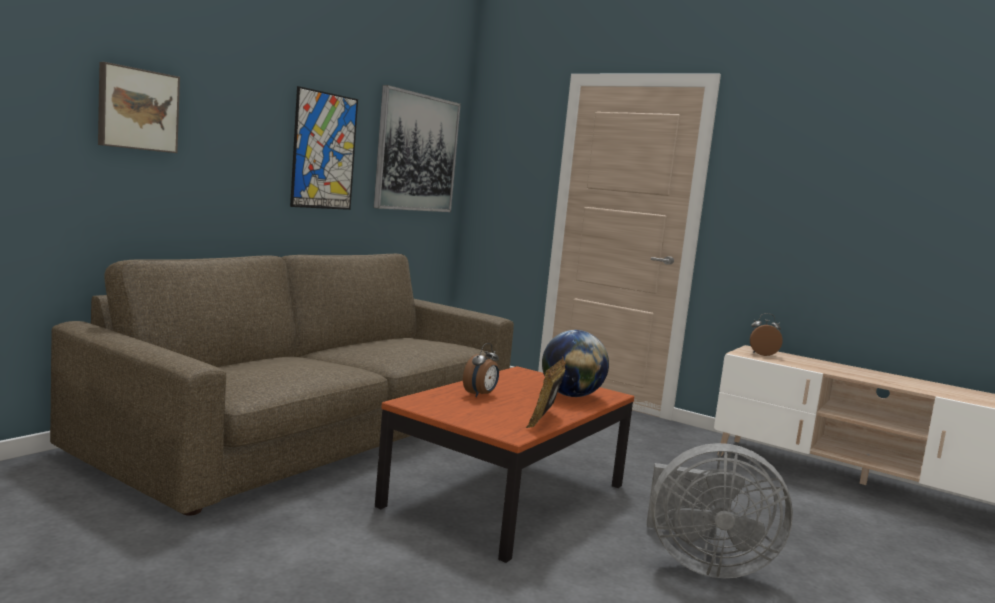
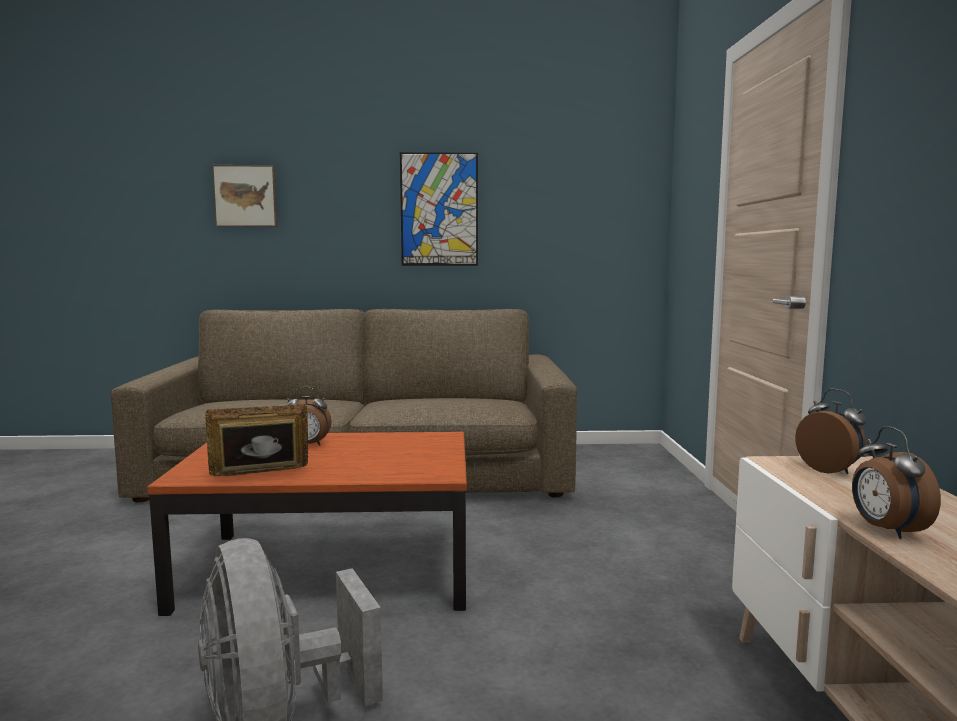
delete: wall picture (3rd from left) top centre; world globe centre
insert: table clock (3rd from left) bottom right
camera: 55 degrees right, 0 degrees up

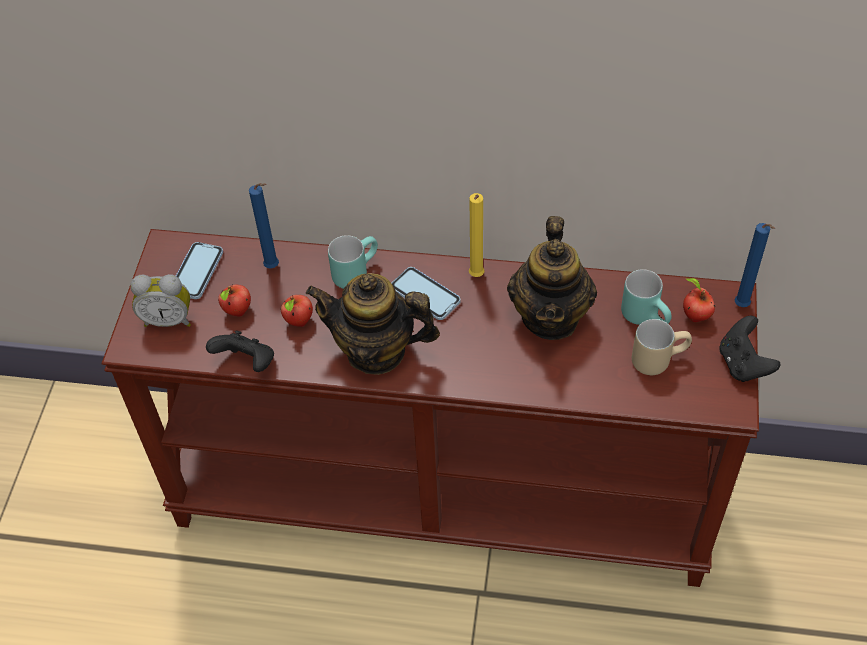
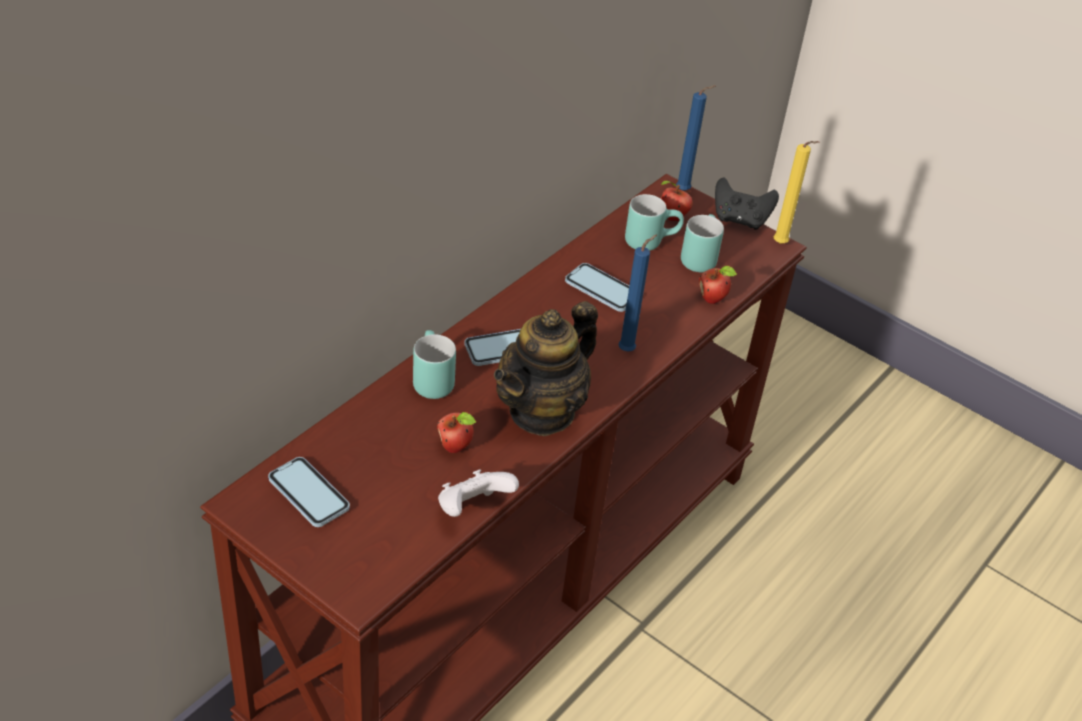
delete: table clock middle left
move: apple fruit (1st from left in the first image) middle left to apple fruit (3rd from left) centre; wax candle in blue-coloured (1st from left) middle left to centre; wax candle in yellowish centre to top right
replace: tea pot (2nd from left) centre to phone (3rd from left) centre
recolor: game controller in black (1st from left) middle left to game controller in white-coloured bottom centre; tea mug in sand-coloured middle right to tea mug in blue-green (3rd from left) centre
camera: 65 degrees left, 10 degrees down

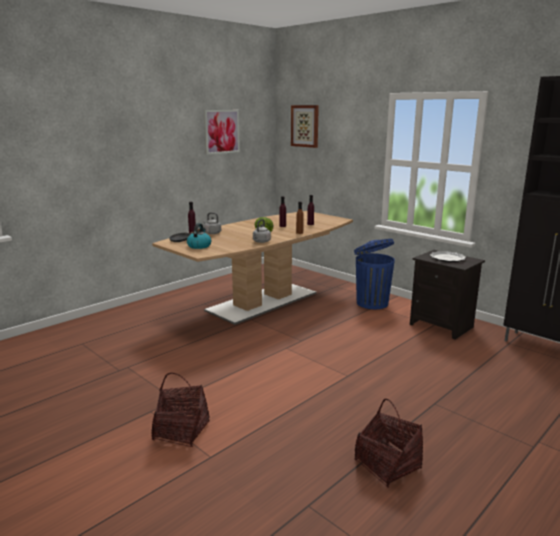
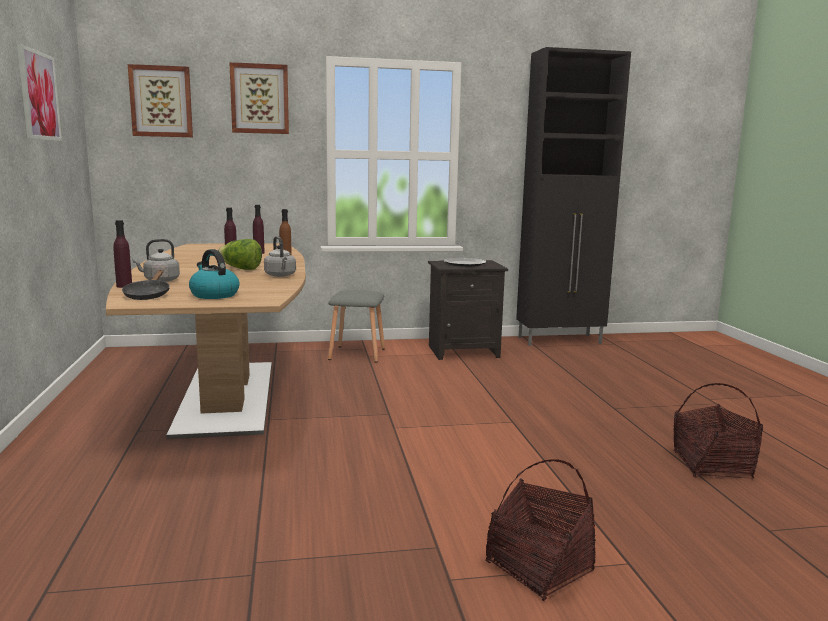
insert: wall picture (3rd from left) top left
replace: rubbish bin in blue-coloured middle right to sitting stool in greyish centre
camera: 55 degrees left, 5 degrees down

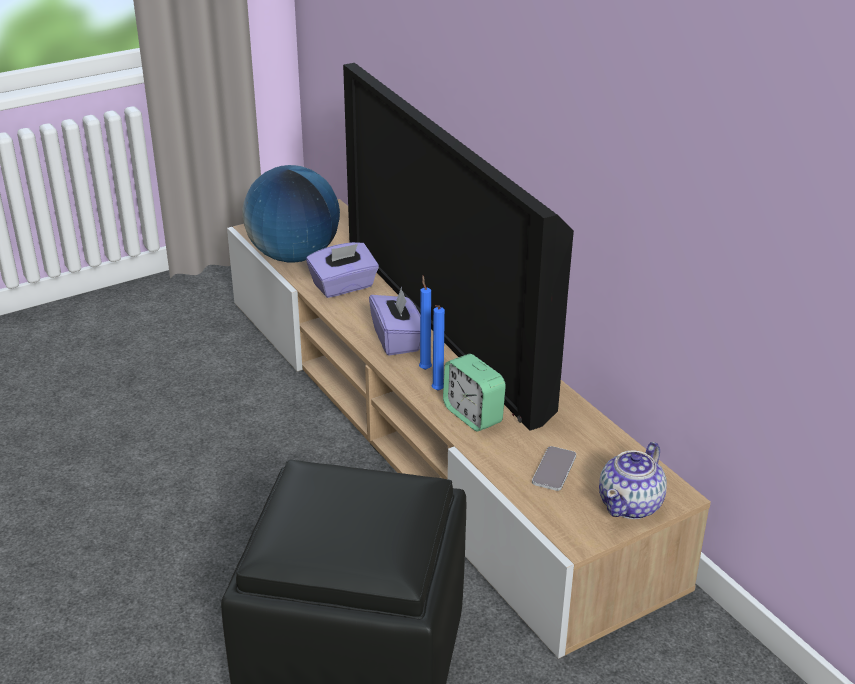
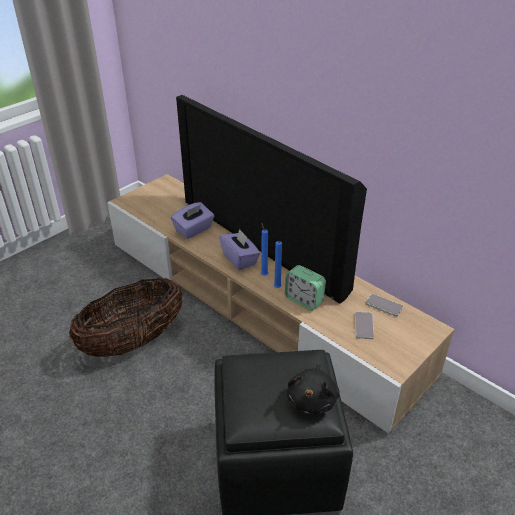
delete: world globe top centre; tea pot bottom right
insert: storage basket middle left; cuddly toy in black bottom centre; phone (2nd from left) middle right
camera: 15 degrees left, 5 degrees up

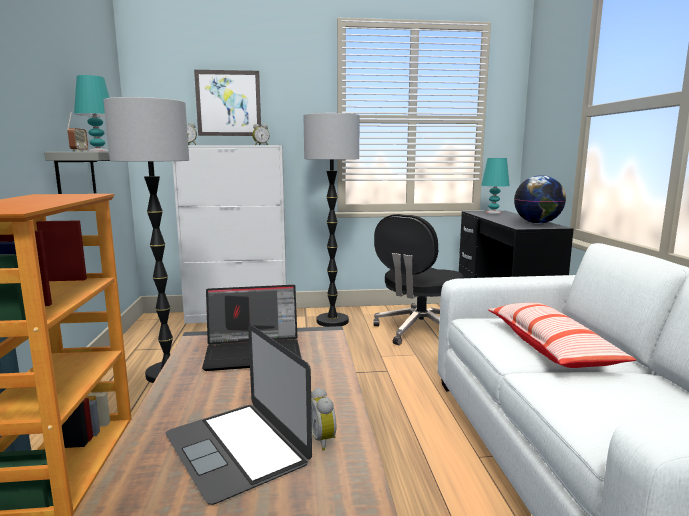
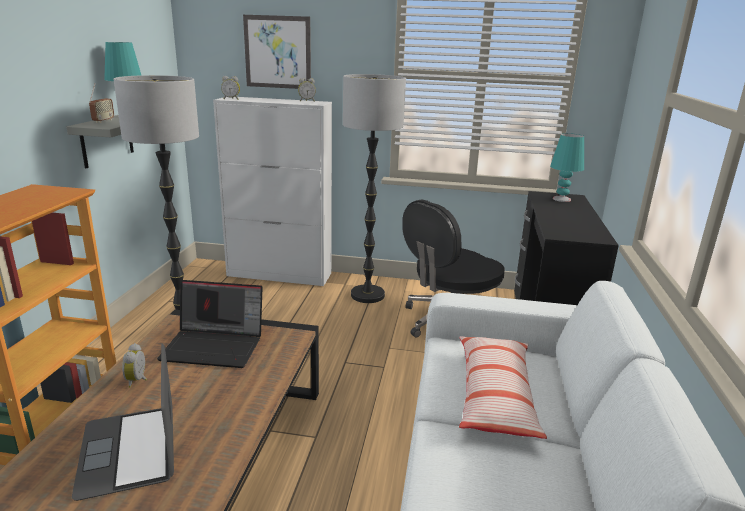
delete: world globe middle right
move: table clock (3rd from left in the first image) bottom centre to table clock (1st from left) bottom left
camera: 15 degrees right, 10 degrees up

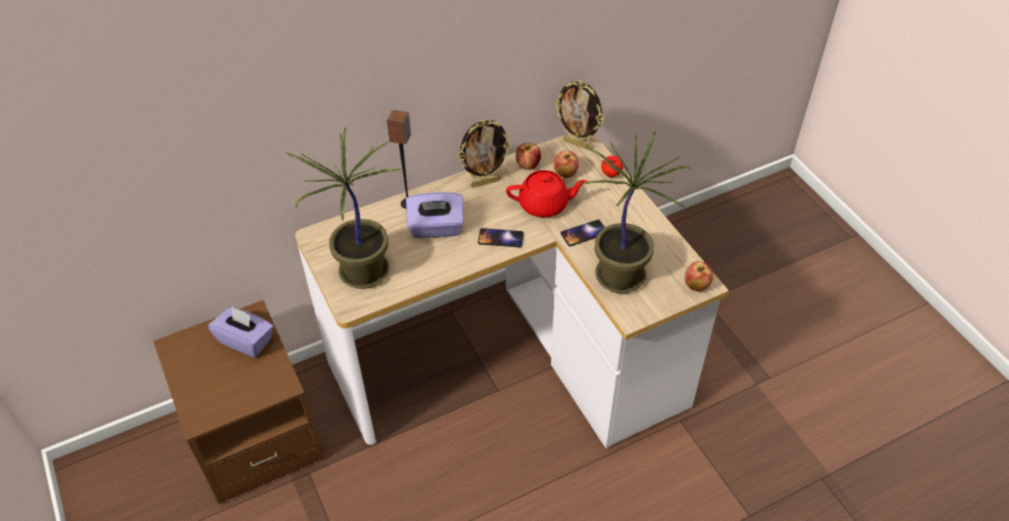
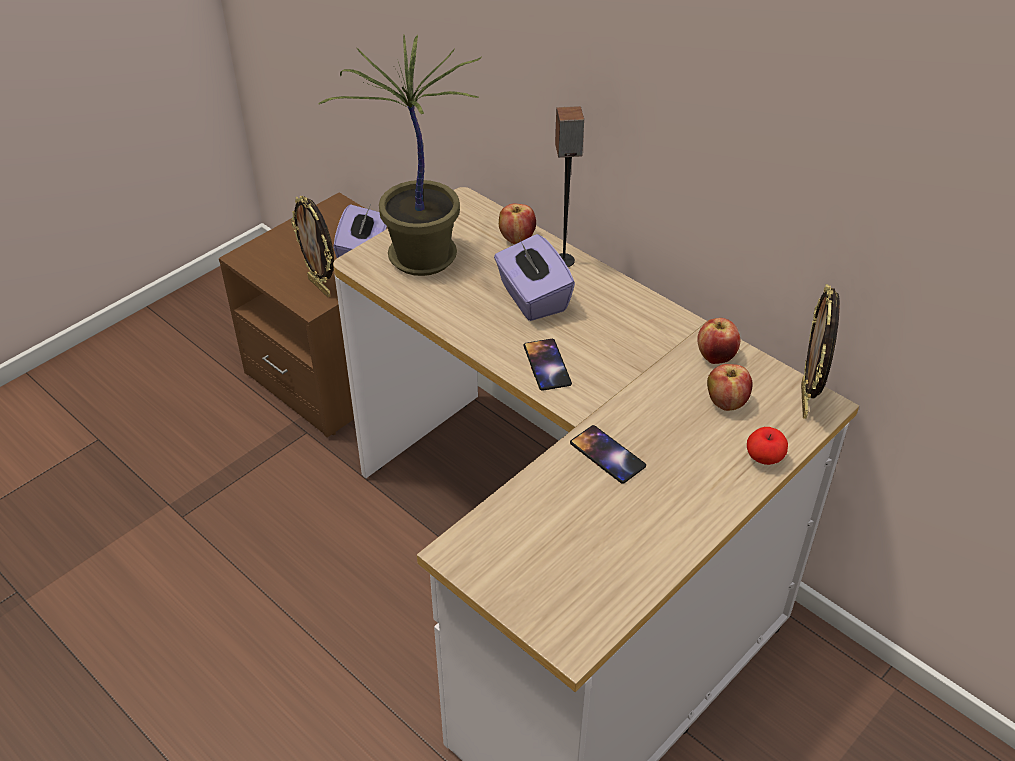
delete: tea pot in red centre; plant in a pot (2nd from left) centre
move: photo frame (1st from left) top centre to top left; apple fruit (4th from left in the first image) middle right to apple fruit (1st from left) top centre
camera: 70 degrees right, 5 degrees down

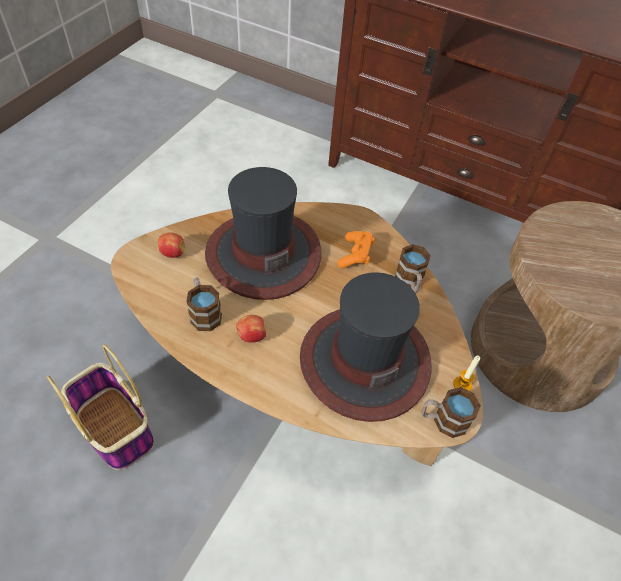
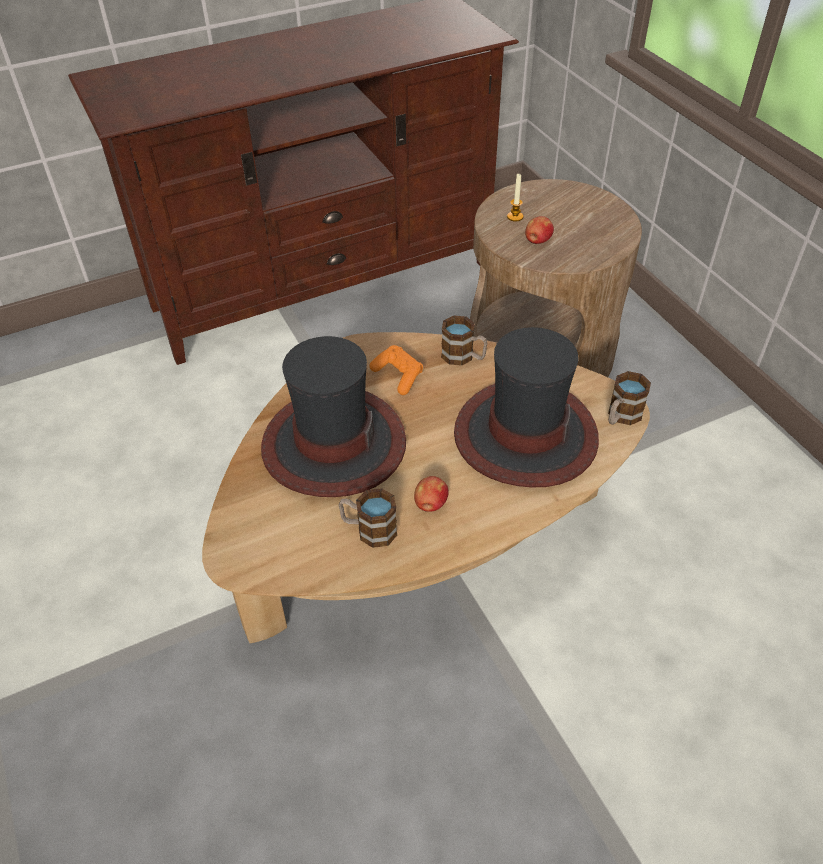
delete: storage basket bottom left
move: apple fruit (1st from left in the first image) middle left to apple fruit (2nd from left) top centre; wax candle middle right to top centre
camera: 50 degrees left, 5 degrees down

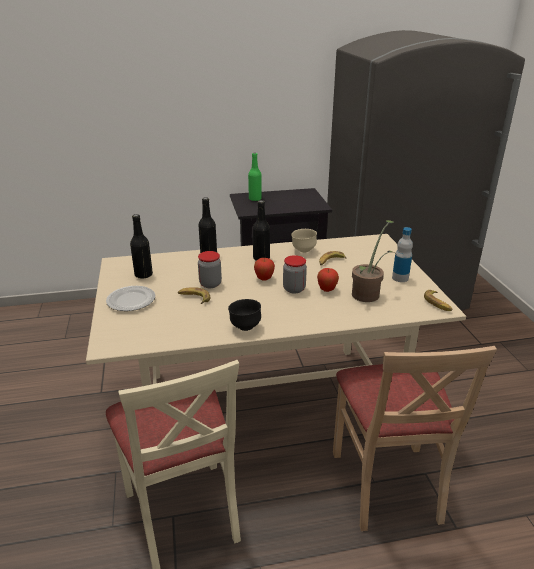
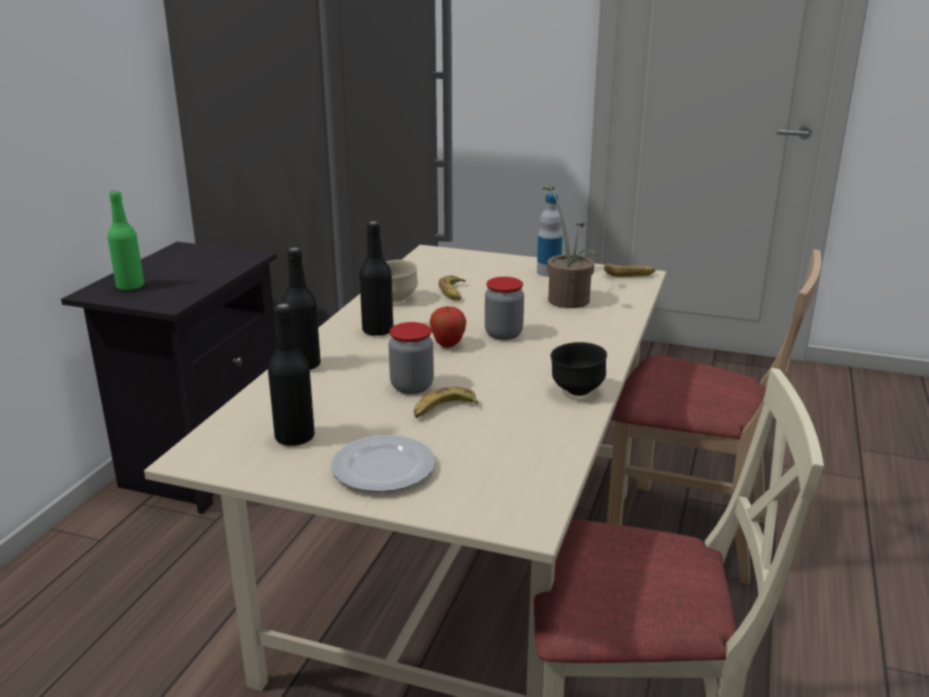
delete: apple fruit (2nd from left) centre
camera: 60 degrees left, 5 degrees down

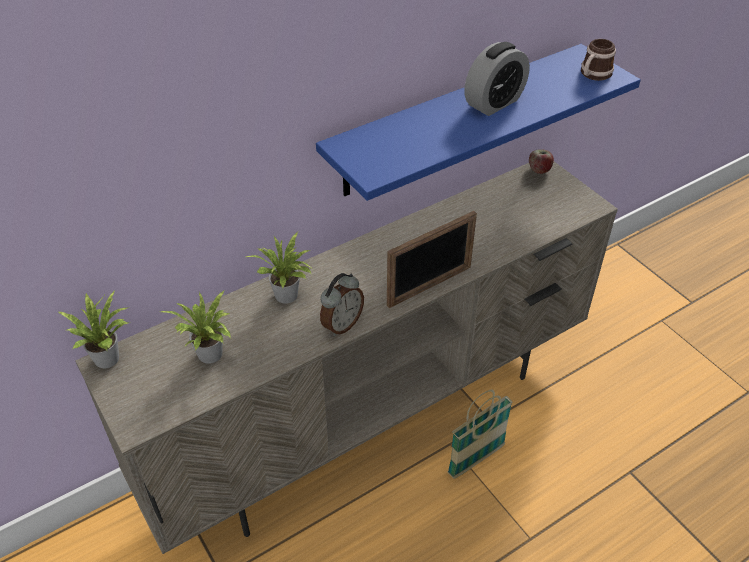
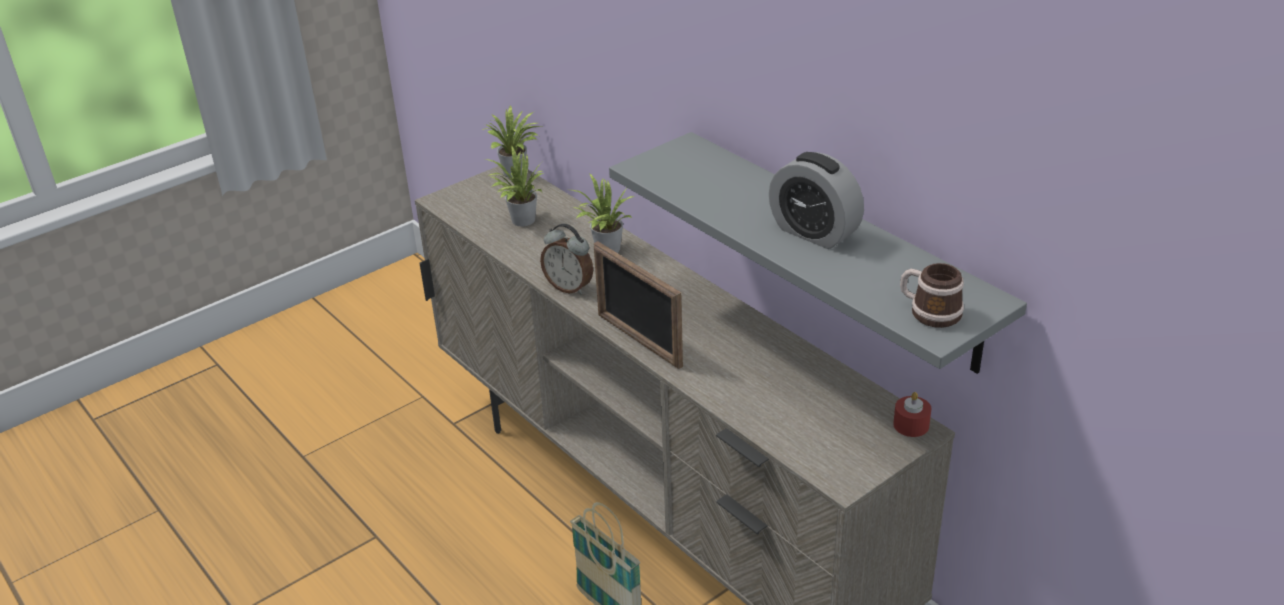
replace: apple fruit top right to wax candle in red bottom right
recolor: shelf in blue-coloured top centre to shelf in greyish centre
camera: 85 degrees right, 10 degrees down

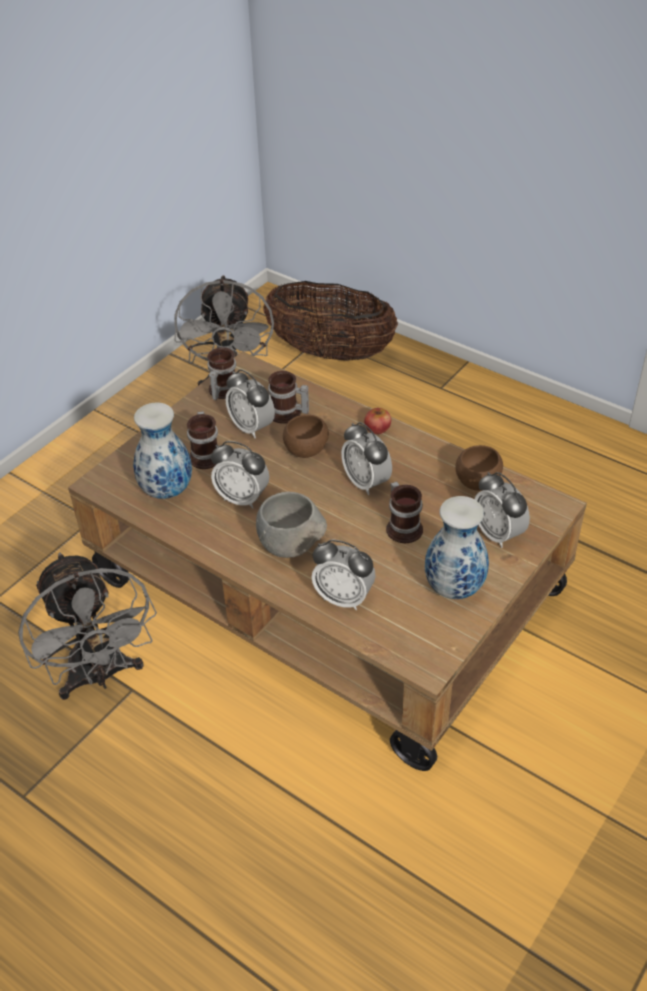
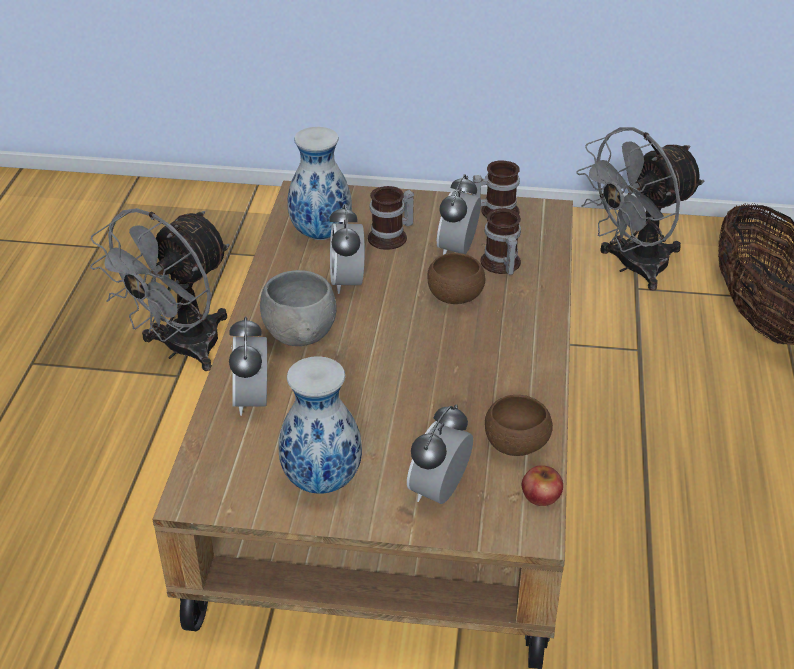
delete: table clock (4th from left) centre; tea mug (4th from left) centre
move: apple fruit centre to bottom right
camera: 60 degrees right, 5 degrees down

